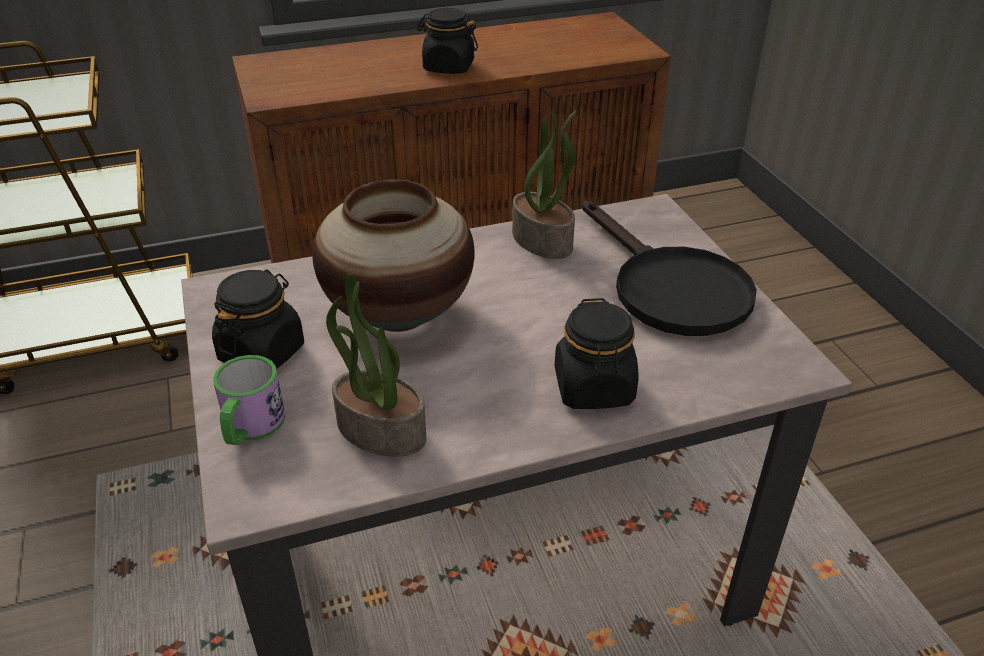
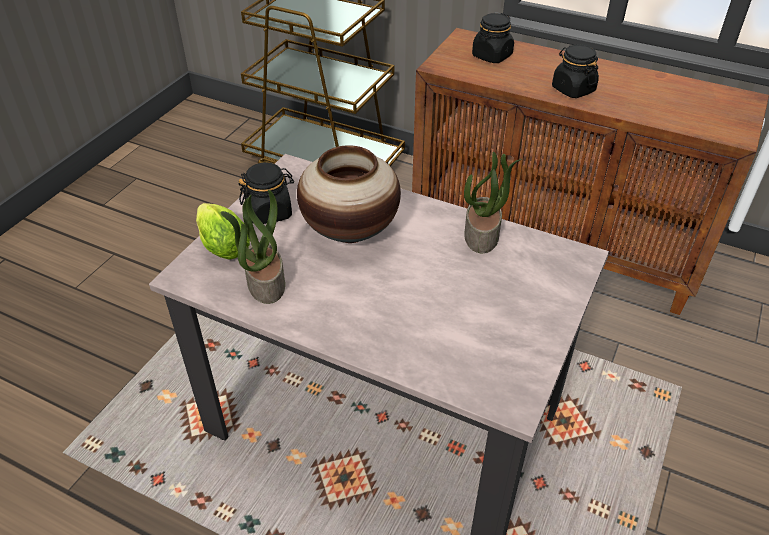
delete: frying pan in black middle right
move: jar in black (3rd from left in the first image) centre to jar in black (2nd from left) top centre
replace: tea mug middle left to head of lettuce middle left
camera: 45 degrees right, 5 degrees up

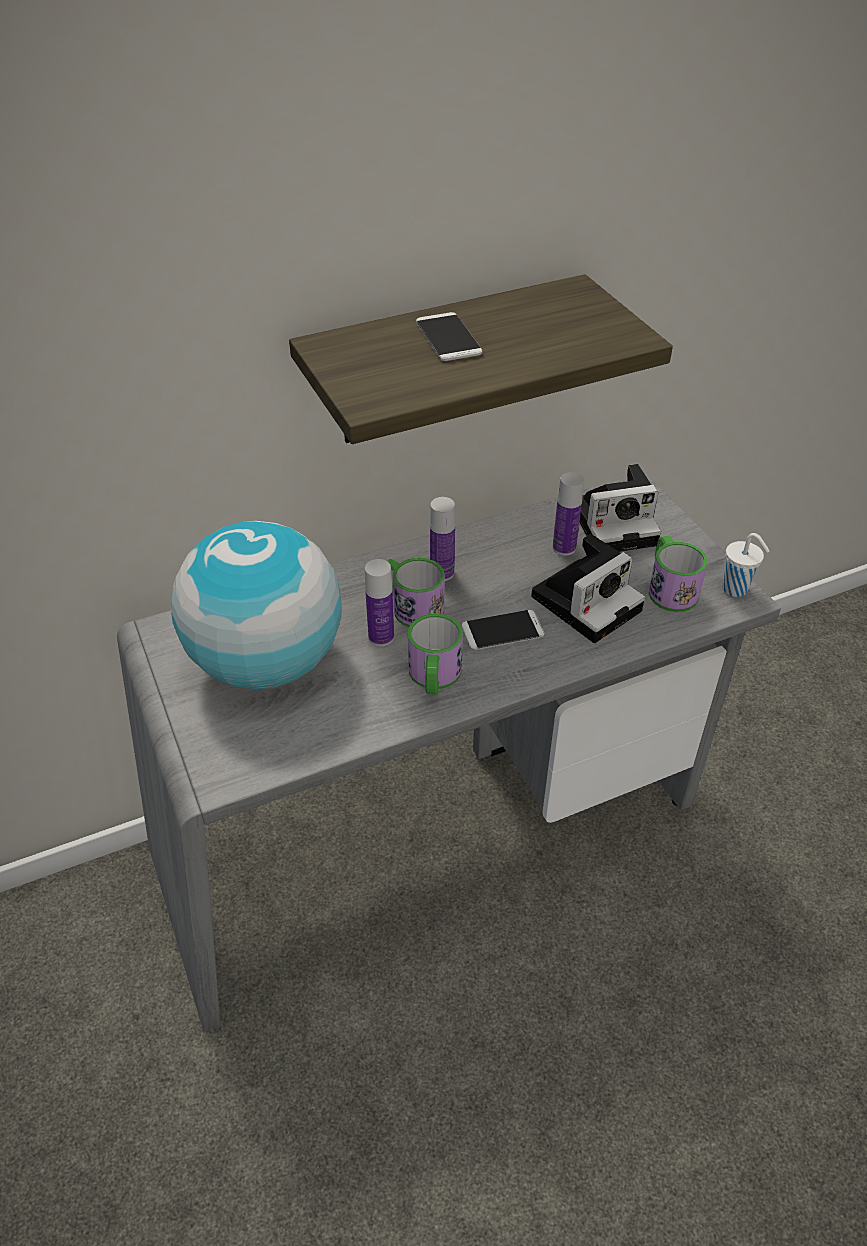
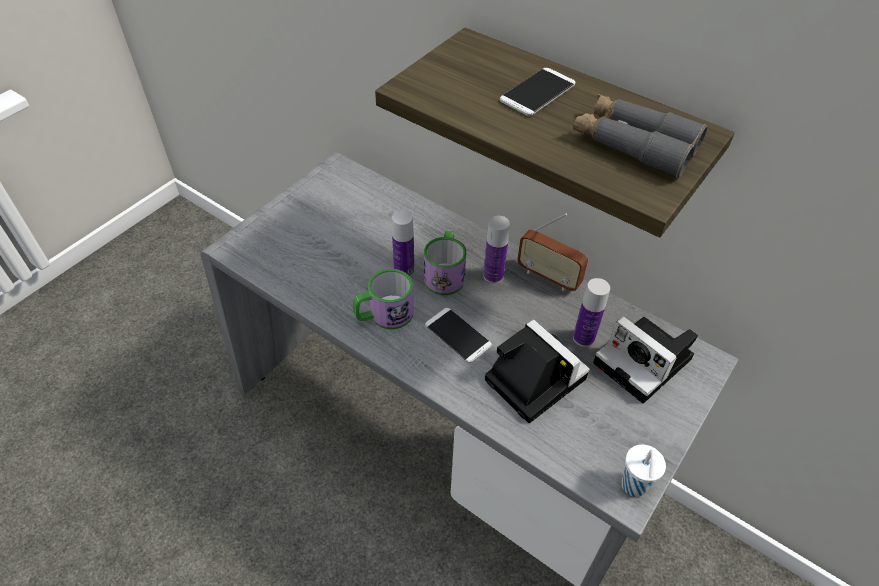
delete: world globe middle left; tea mug (3rd from left) middle right
insert: radio centre; pair of binoculars in greyish top right
rotate: photo camera (1st from left) middle right = centre 150 degrees counterclockwise
camera: 60 degrees right, 5 degrees up

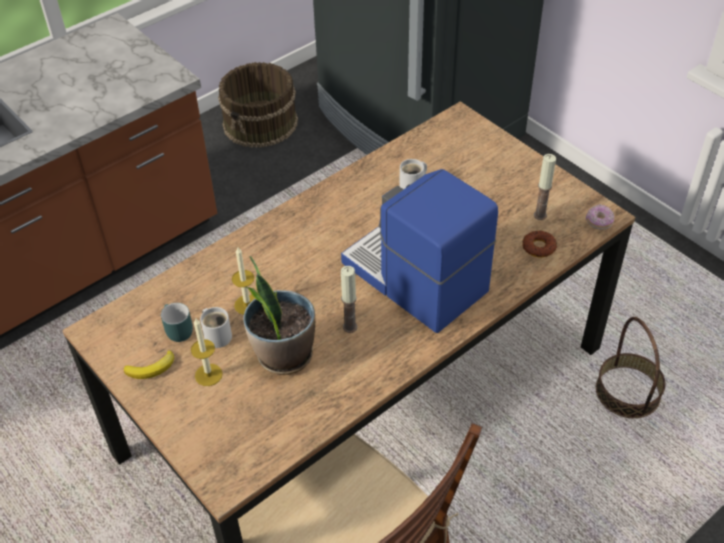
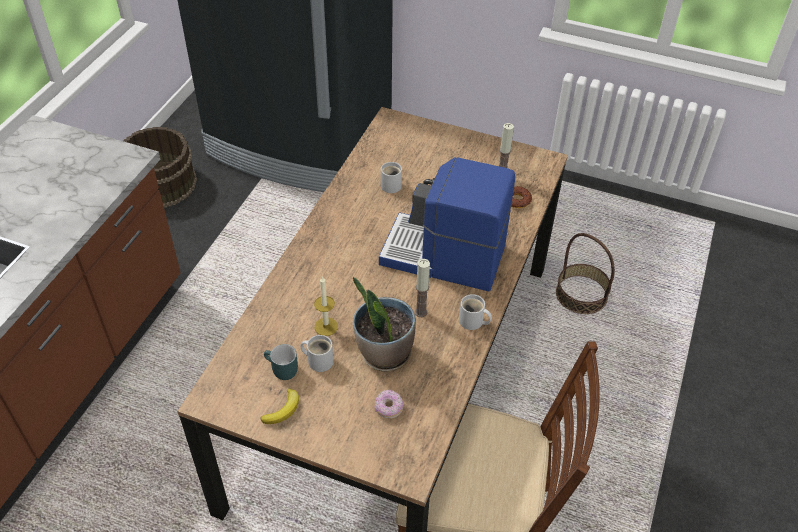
delete: wax candle (1st from left) middle left
insert: tea mug in white-coloured (3rd from left) centre
move: doughnut (2nd from left in the first image) middle right to doughnut (1st from left) bottom centre
camera: 30 degrees left, 0 degrees up

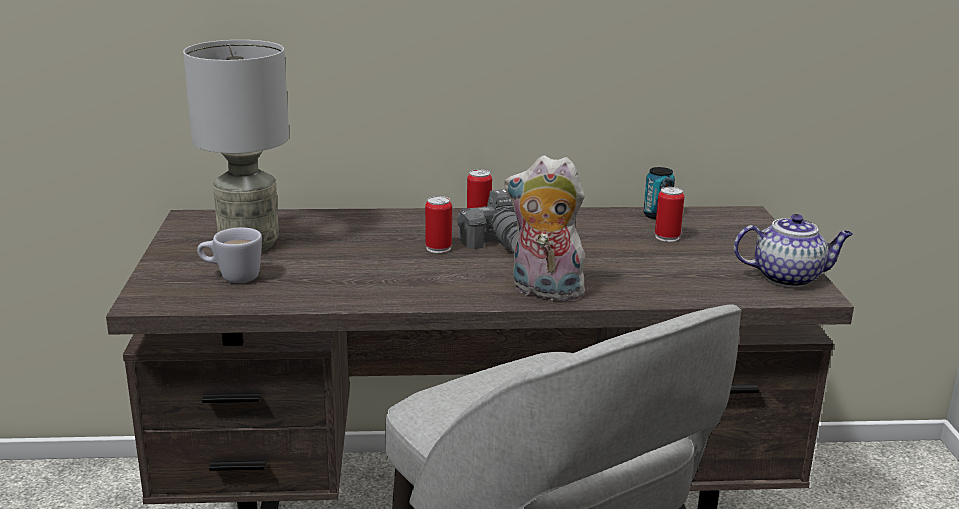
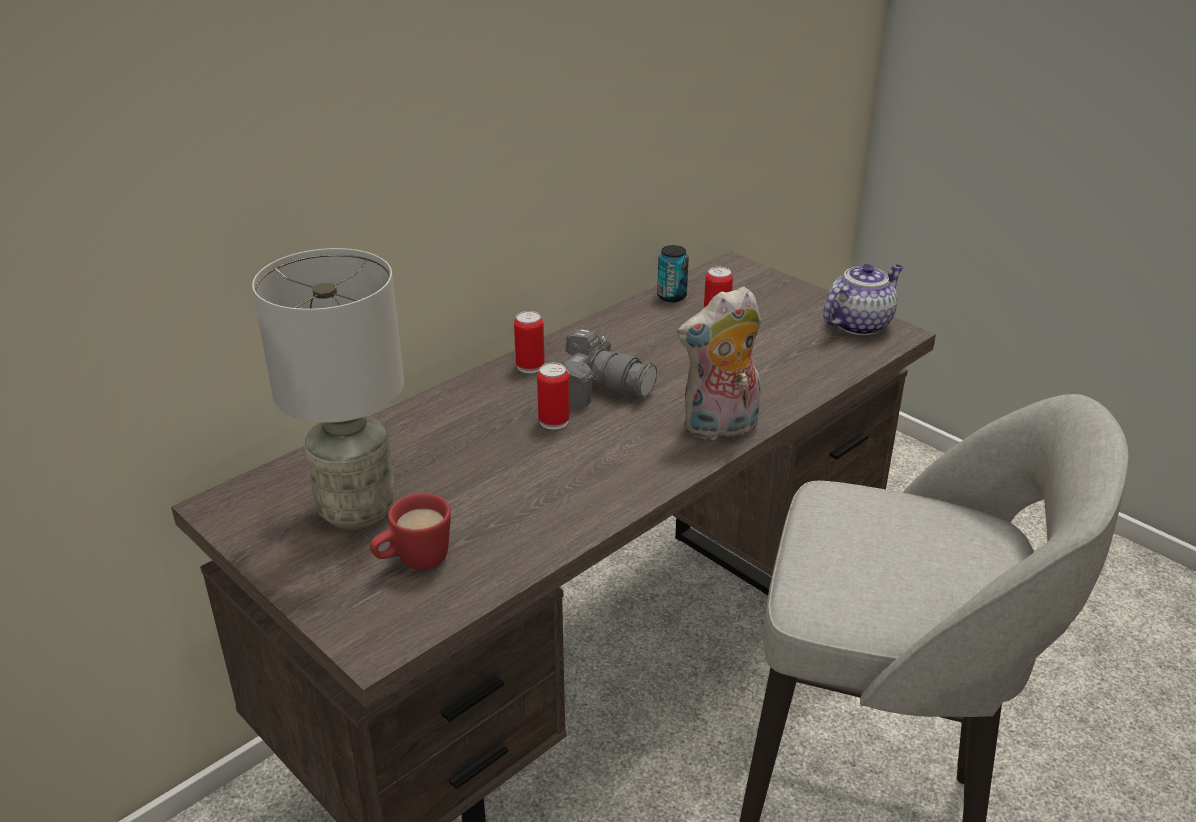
recolor: tea mug in white-coloured middle left to tea mug in red centre
camera: 40 degrees left, 10 degrees up

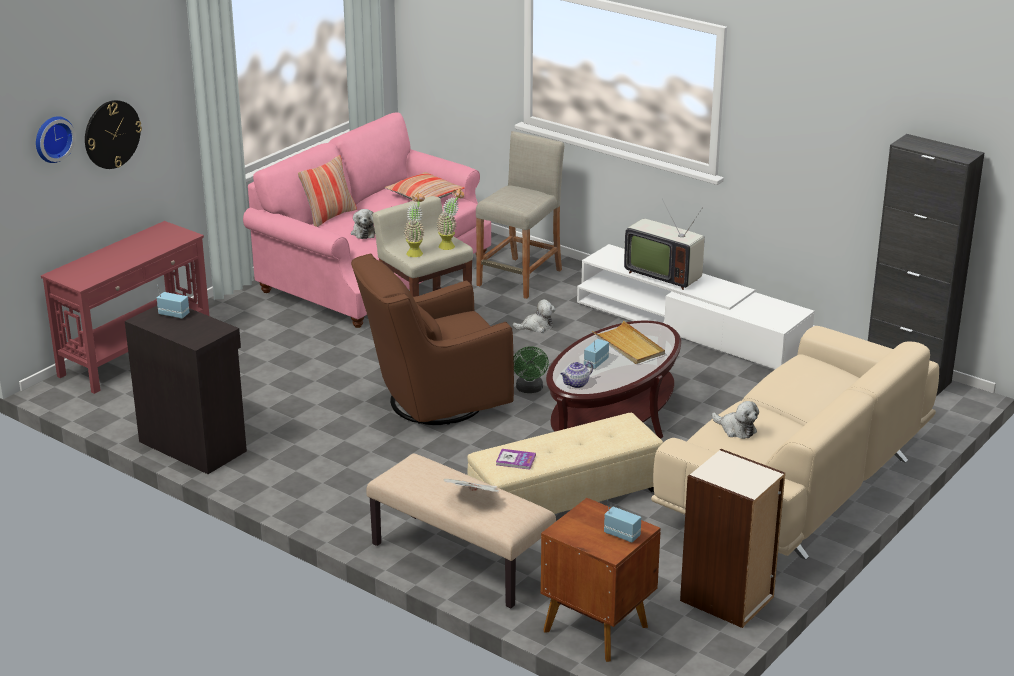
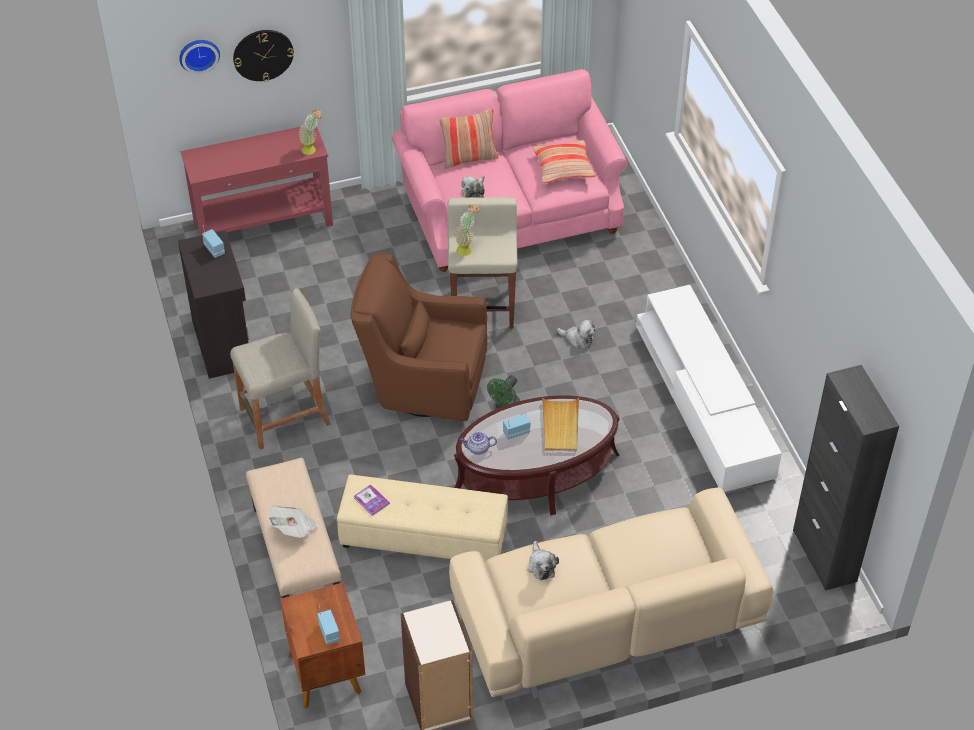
delete: television centre
move: plant in a pot (2nd from left in the first image) top centre to plant in a pot (1st from left) top left; sitting stool in sand-coloured (2nd from left in the first image) top centre to sitting stool in sand-coloured (1st from left) middle left
camera: 35 degrees right, 20 degrees up

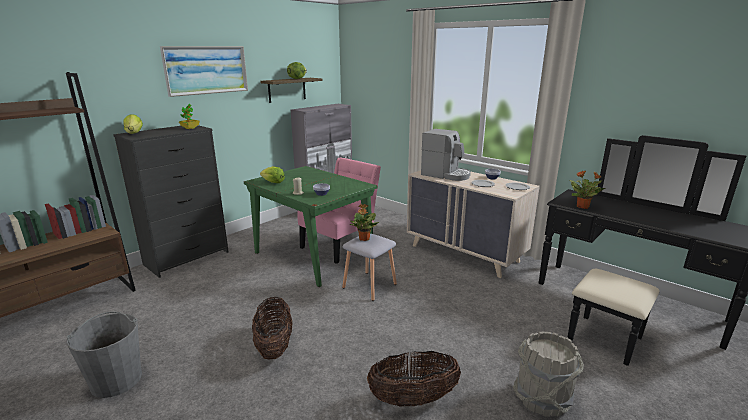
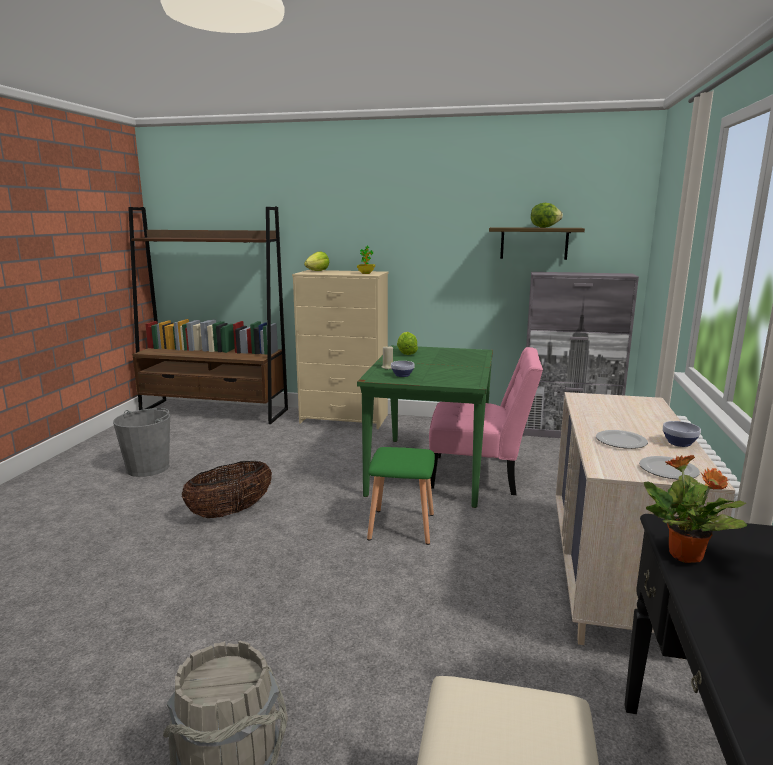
delete: wall picture top left; plant in a pot (2nd from left) centre; storage basket (2nd from left) bottom centre; coffee brewer centre
recolor: dresser in black (1st from left) middle left to dresser in sand-coloured (1st from left) centre; sitting stool in greyish centre to sitting stool in greenish centre
camera: 60 degrees right, 5 degrees down

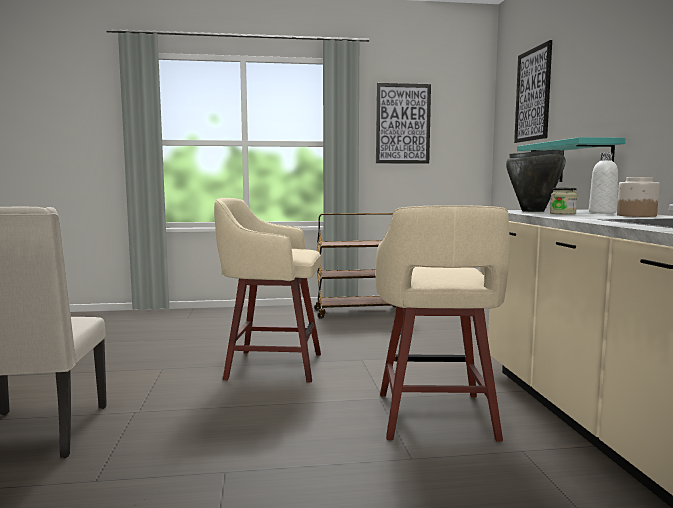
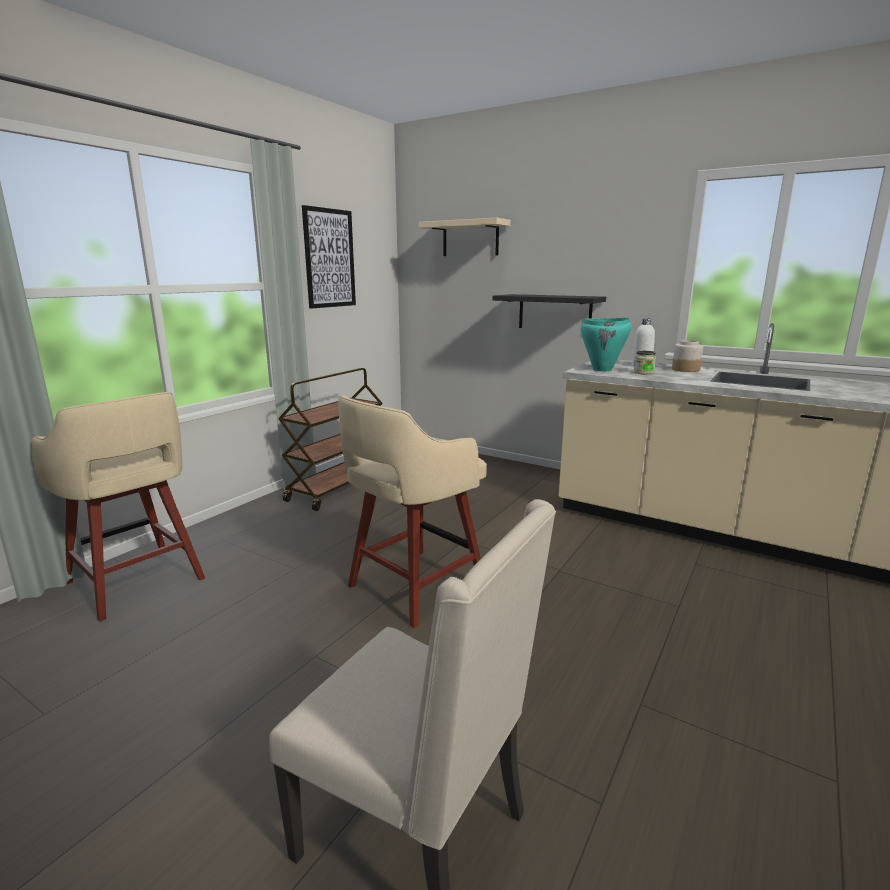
move: sitting stool in sand-coloured (2nd from left in the first image) centre to sitting stool in sand-coloured (1st from left) middle left
replace: wall picture (2nd from left) top right to shelf in sand-coloured top centre
recolor: stockpot in black middle right to stockpot in blue-green middle right; shelf in blue-green top right to shelf in black centre
camera: 50 degrees left, 10 degrees up

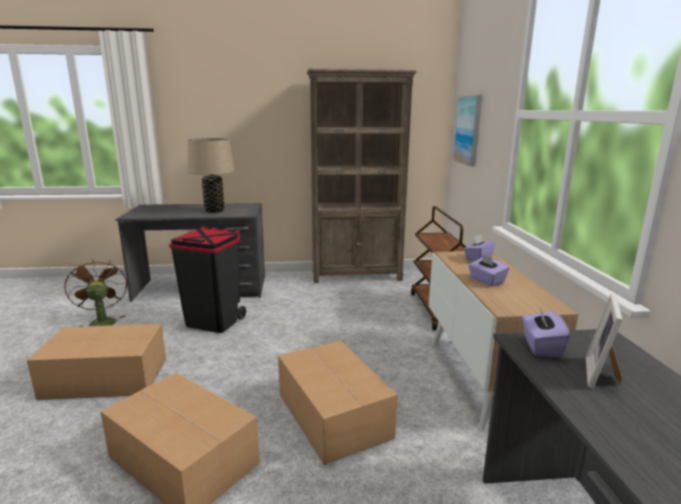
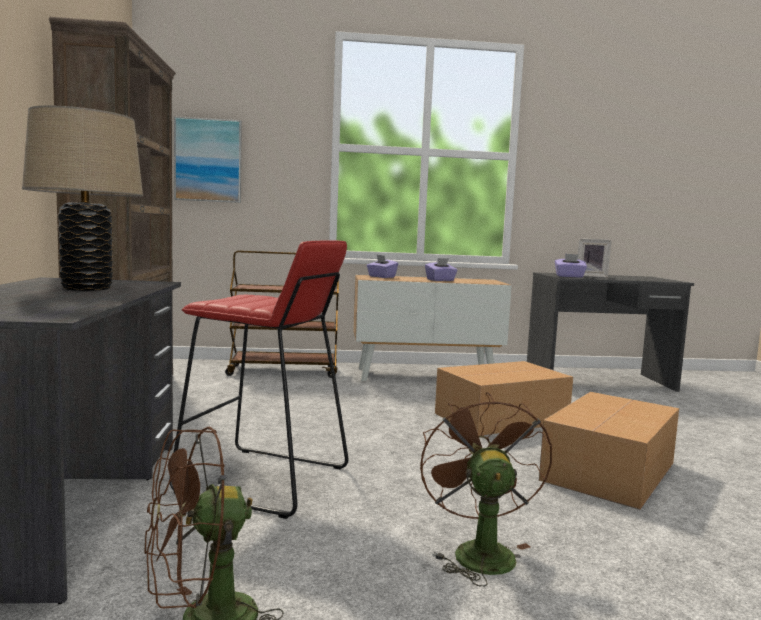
replace: packing box (1st from left) bottom left to cooling fan in brown-coloured (2nd from left) bottom centre; rubbish bin in black middle left to sitting stool in red centre
camera: 90 degrees left, 10 degrees down

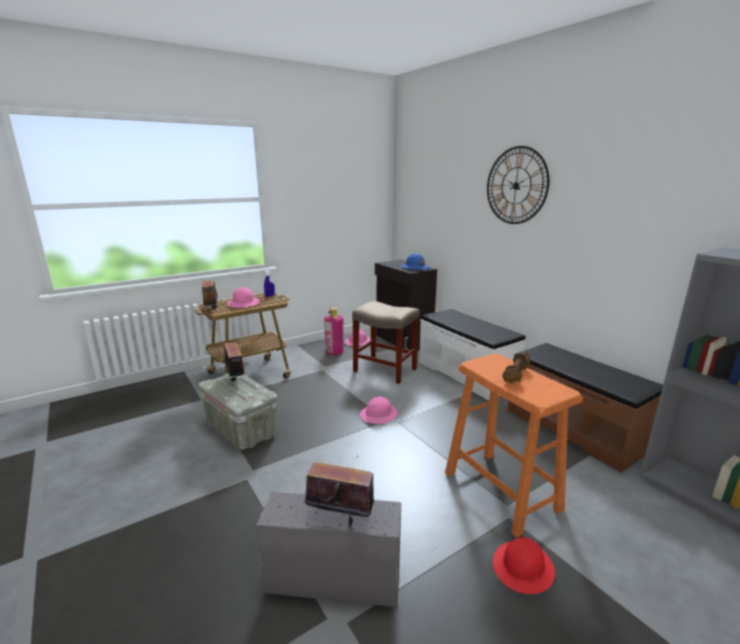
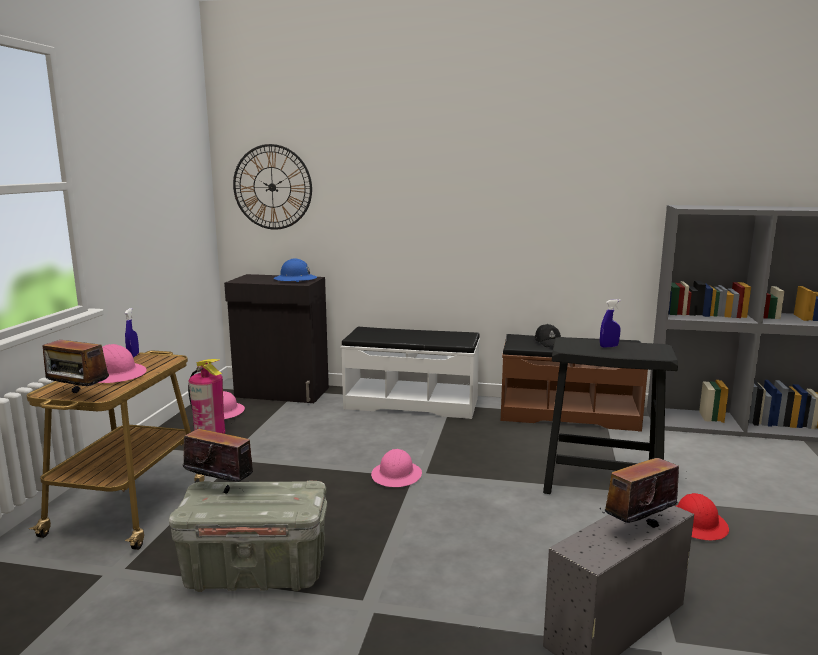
delete: sitting stool in sand-coloured centre
insert: cap in black middle right
move: wall clock top right to top left
replace: free weight in brown-coloured middle right to sprayer in blue-coloured (2nd from left) middle right
recolor: sitting stool in orange bottom right to sitting stool in black middle right
camera: 45 degrees left, 5 degrees down

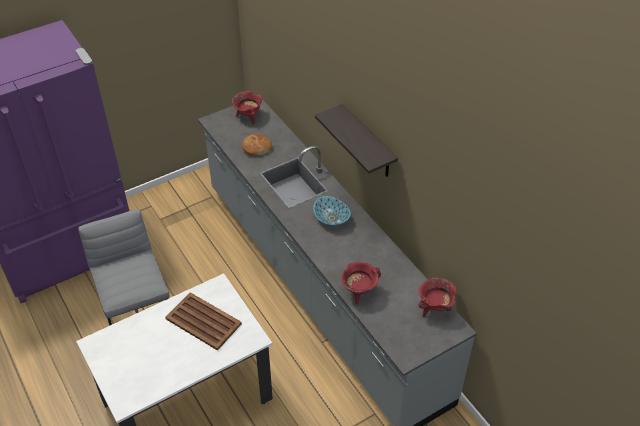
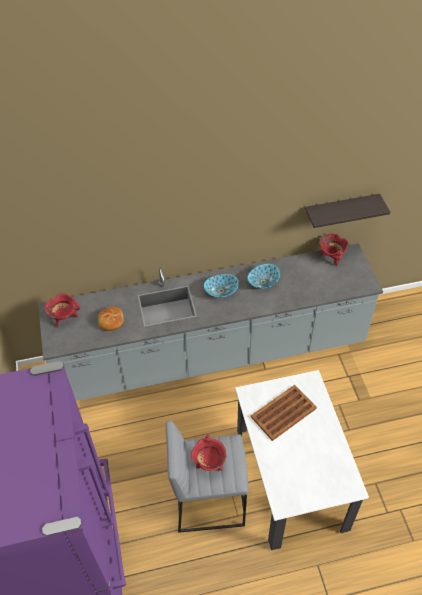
insert: bowl (2nd from left) centre
move: shelf top centre to middle right; stockpot in red (2nd from left) centre to bottom centre
camera: 70 degrees left, 5 degrees up

